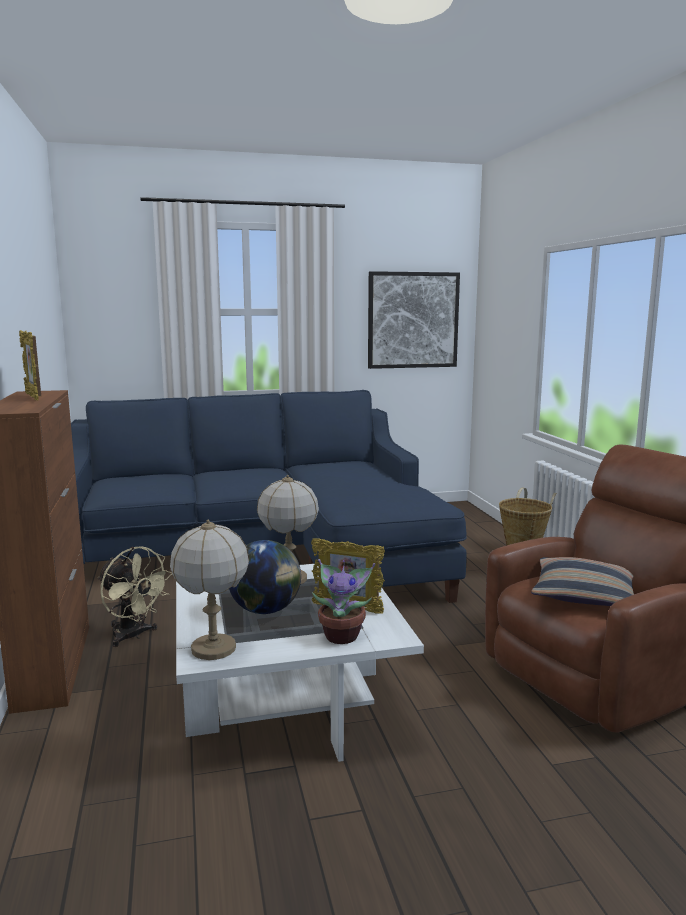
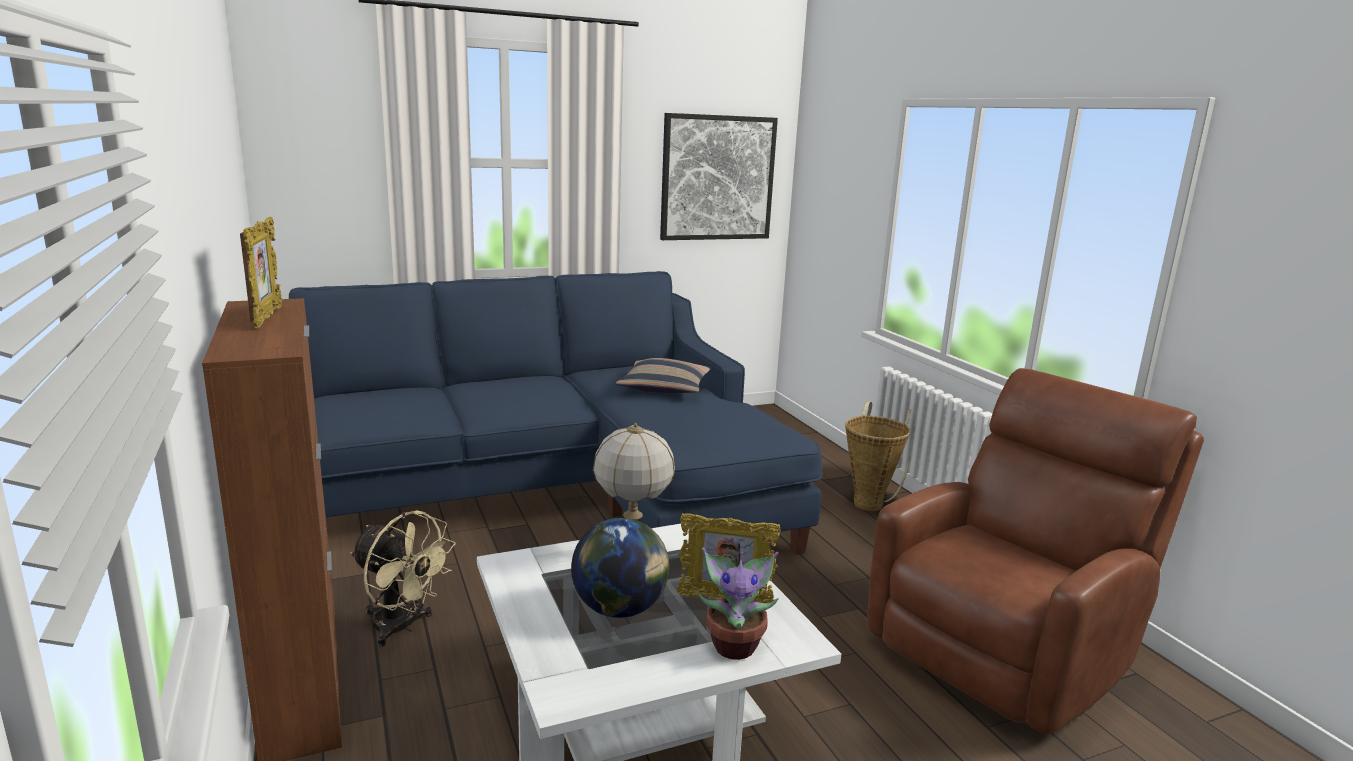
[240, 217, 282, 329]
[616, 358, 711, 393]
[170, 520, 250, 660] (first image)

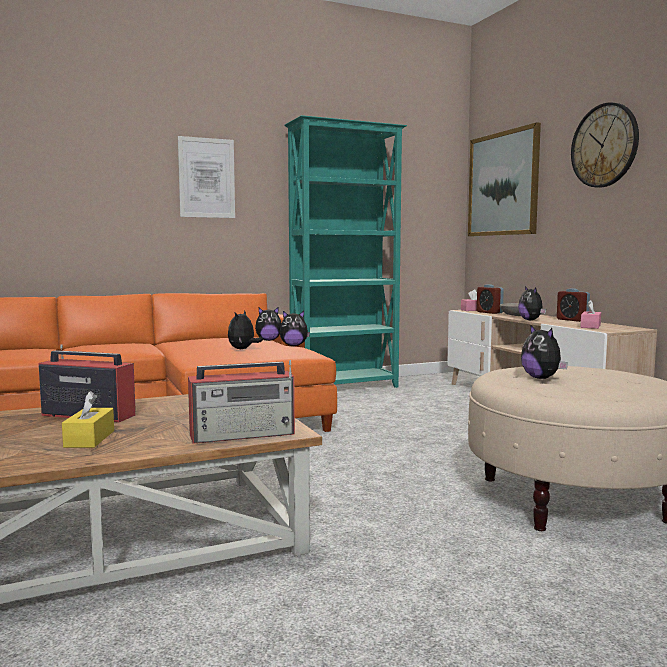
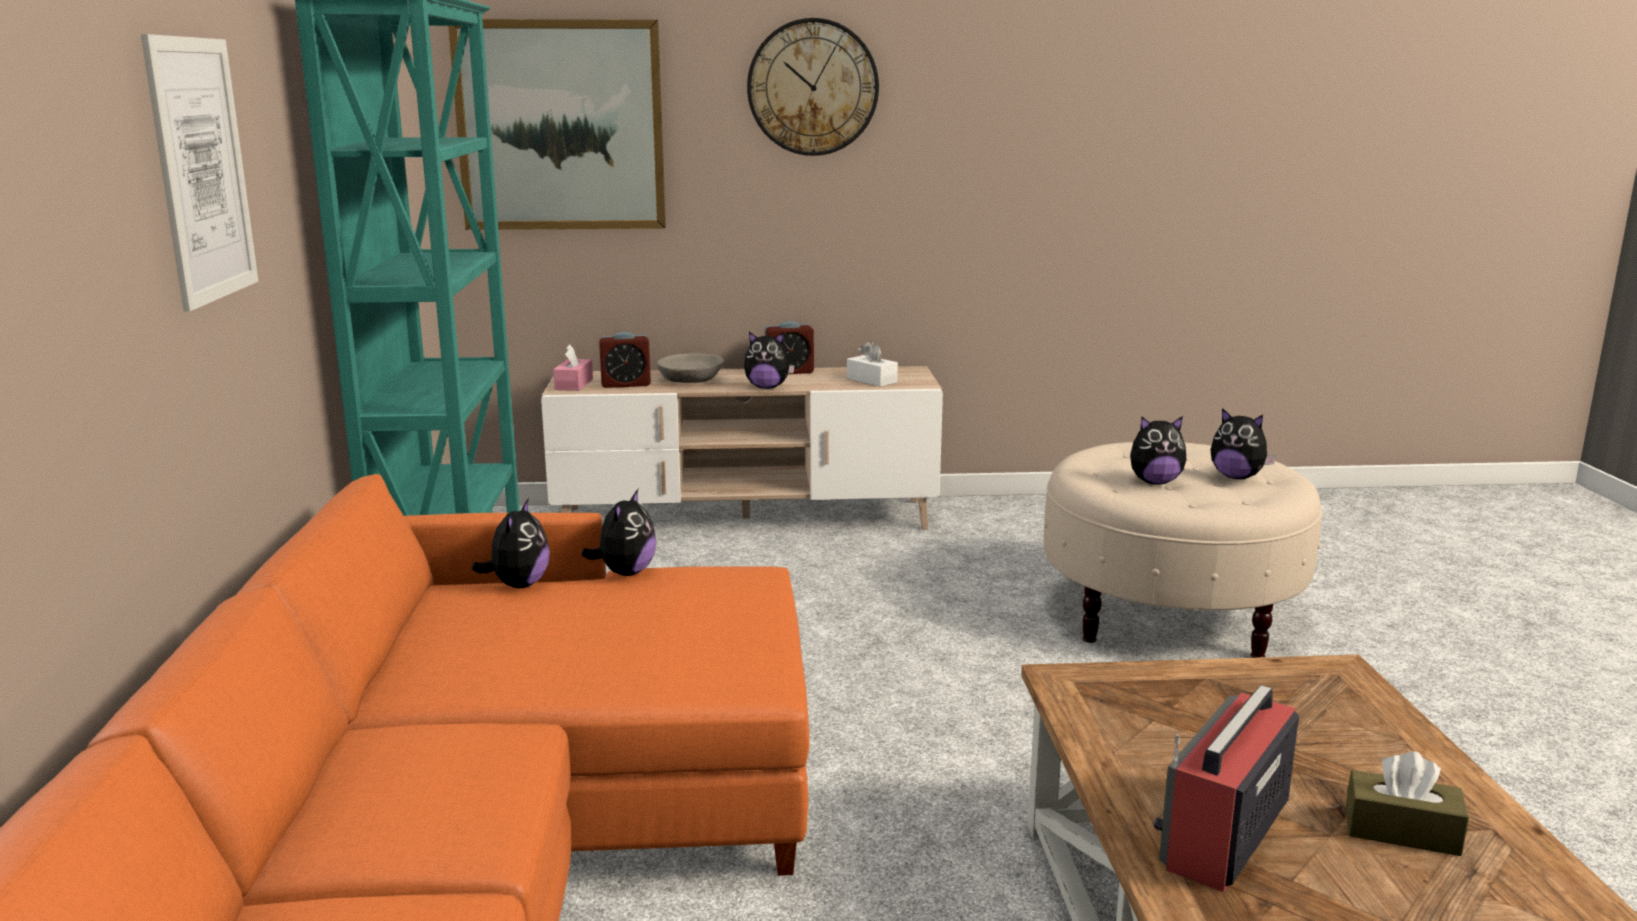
[847, 341, 898, 387]
[1211, 408, 1276, 479]
[1346, 752, 1469, 856]
[188, 360, 295, 444] (first image)

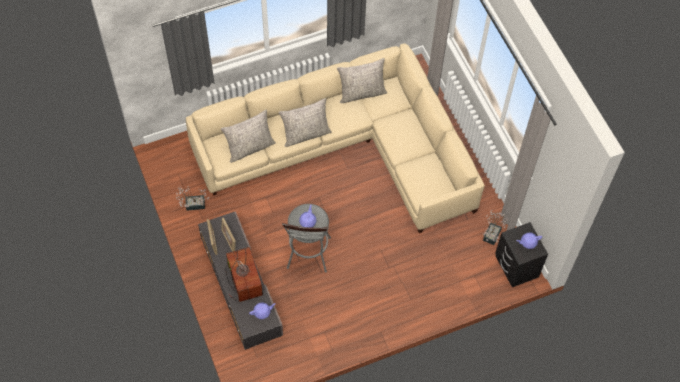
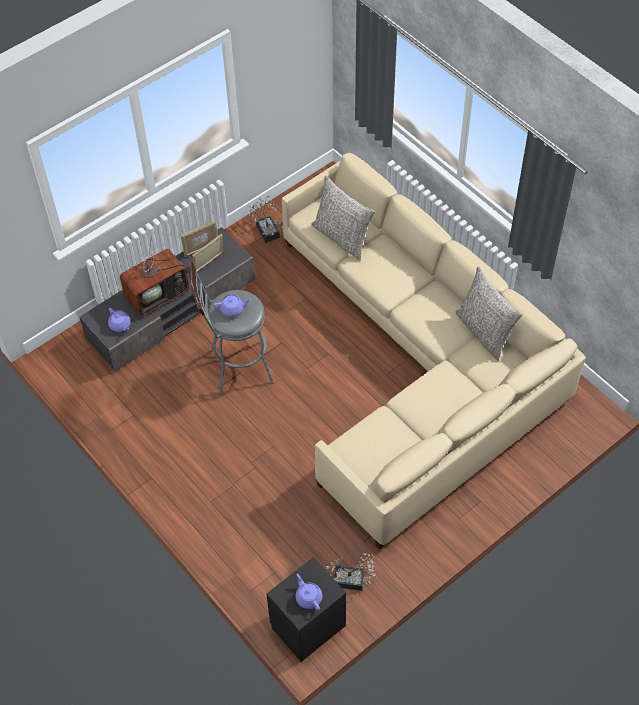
[279, 98, 332, 147] (first image)

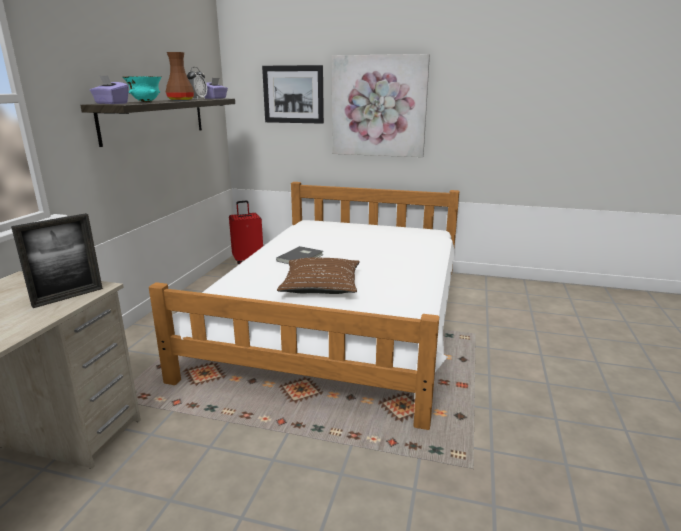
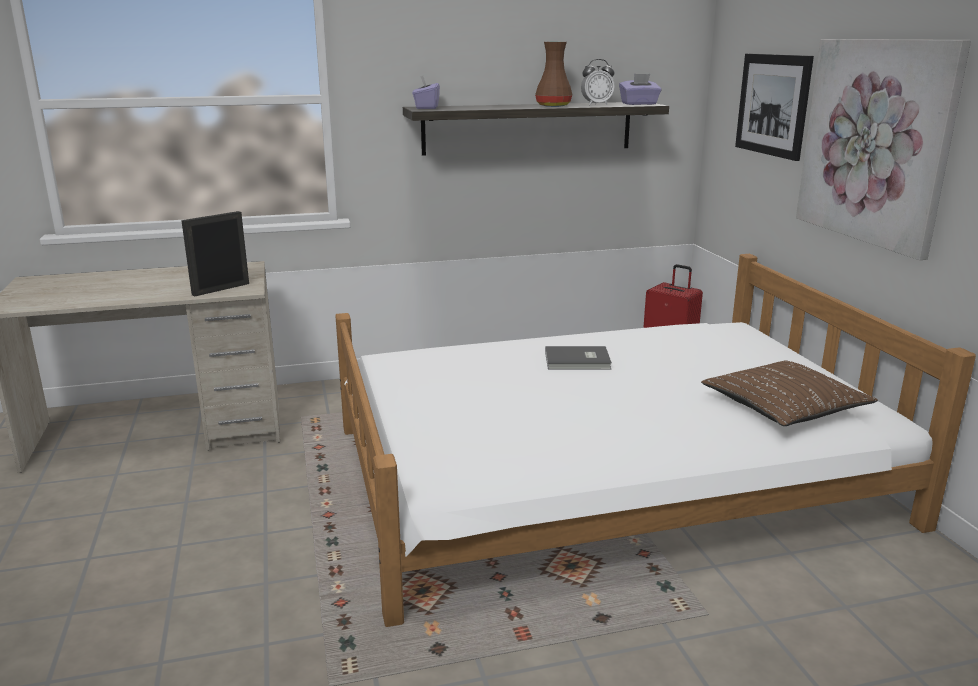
[181, 211, 249, 297]
[701, 360, 878, 426]
[122, 76, 161, 102] (first image)

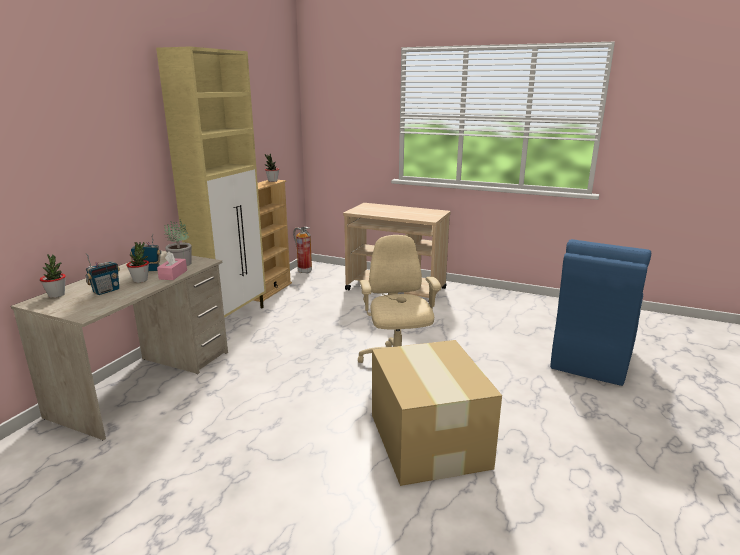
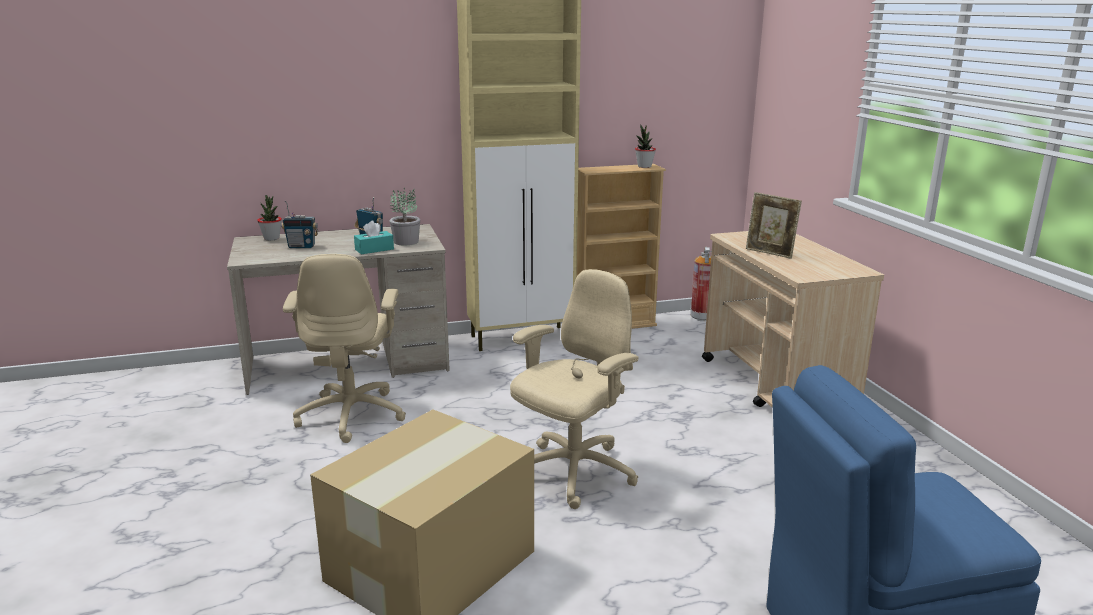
[283, 254, 406, 443]
[354, 221, 394, 254]
[746, 192, 802, 259]
[126, 242, 149, 283] (first image)

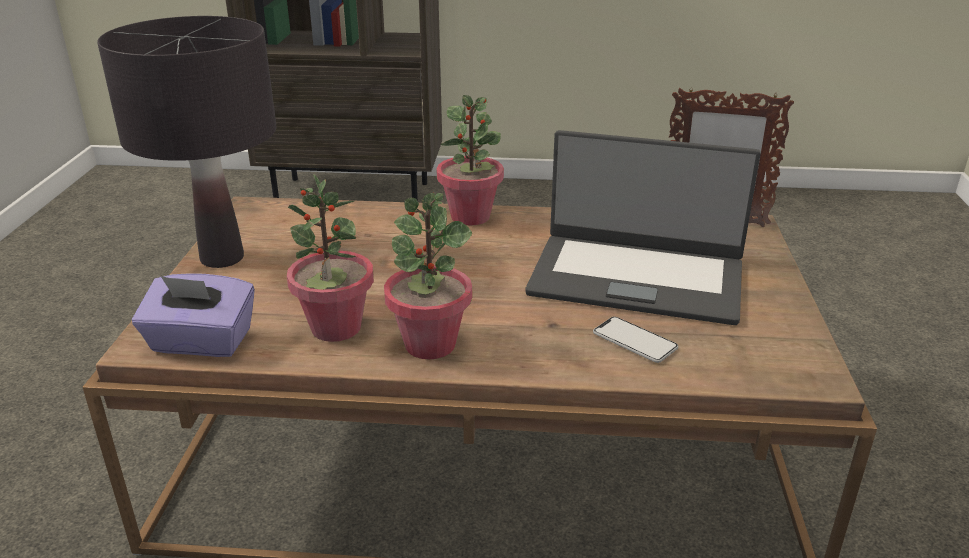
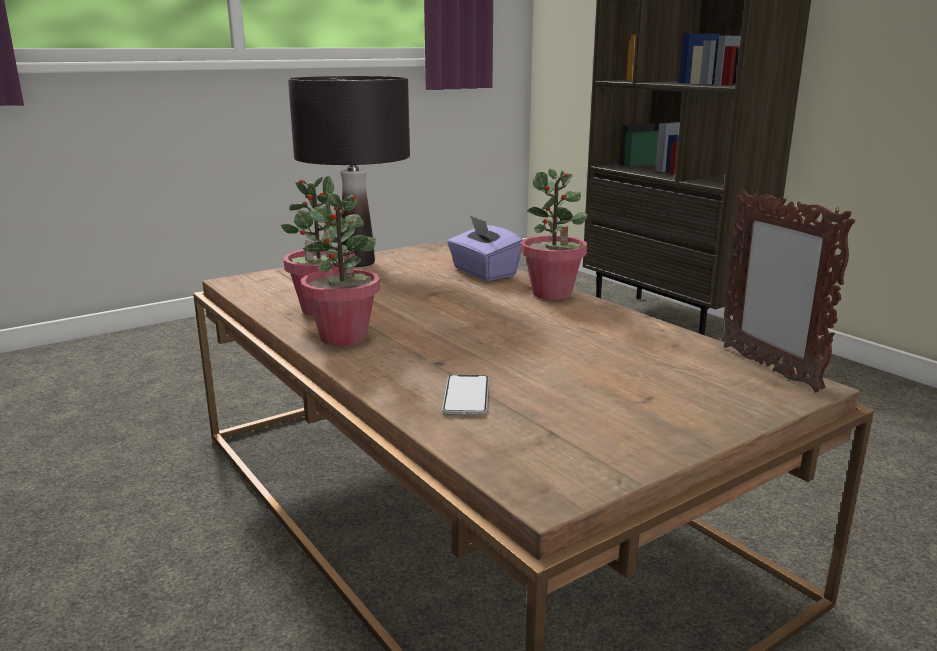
[447, 215, 523, 281]
[525, 130, 761, 325] (first image)

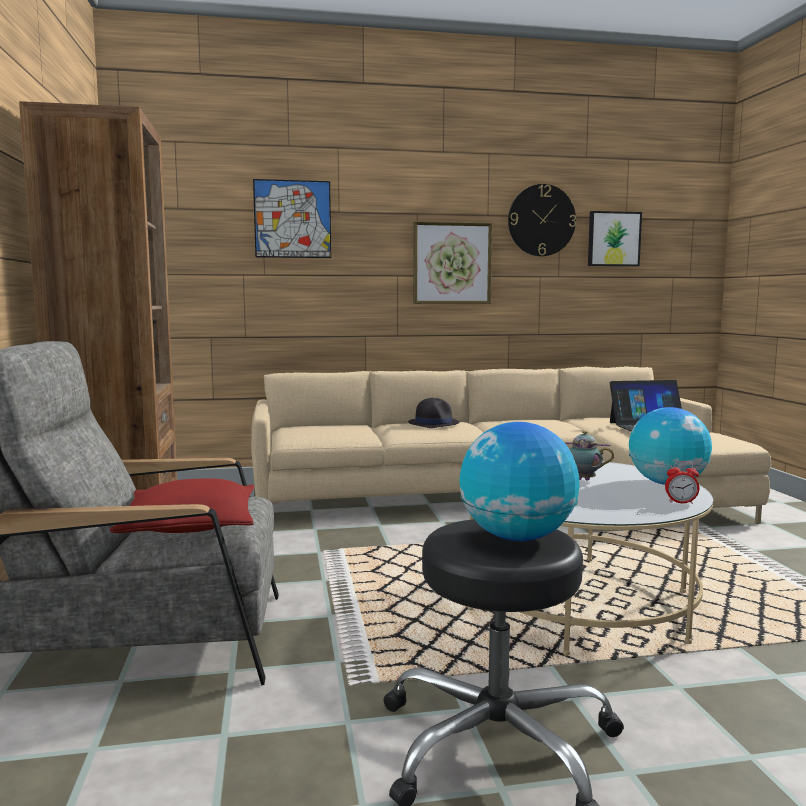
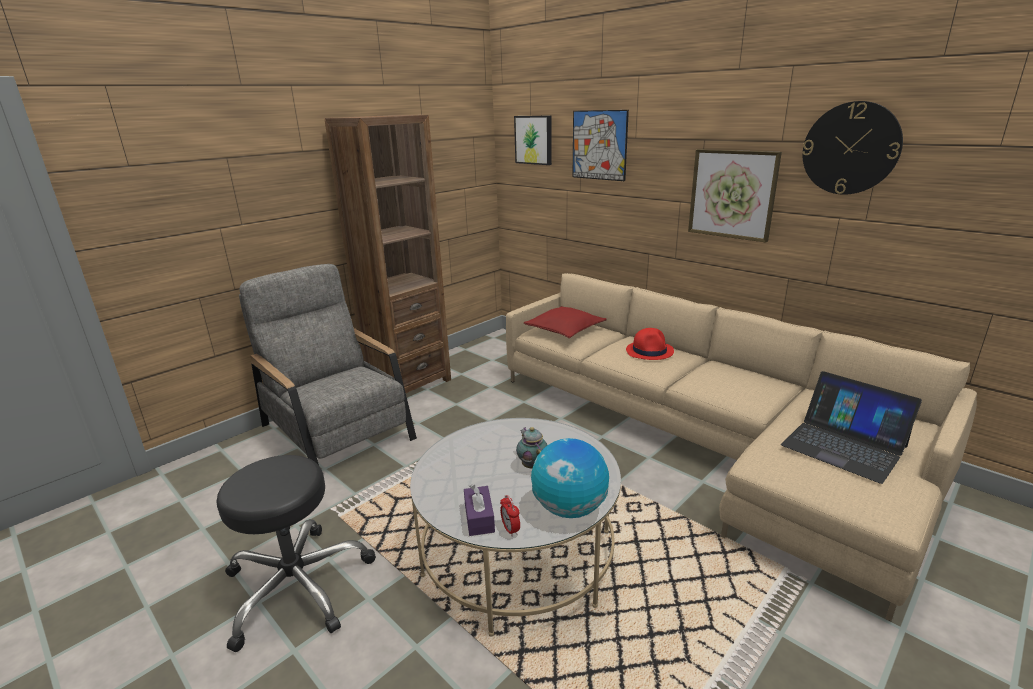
[464, 484, 495, 536]
[514, 116, 552, 165]
[524, 306, 607, 338]
[626, 328, 674, 360]
[459, 422, 580, 541] (first image)

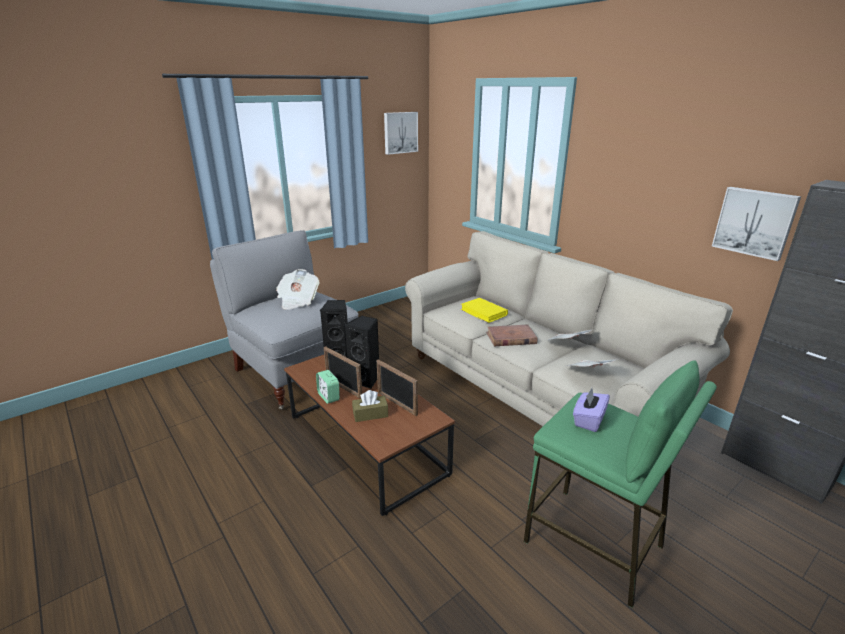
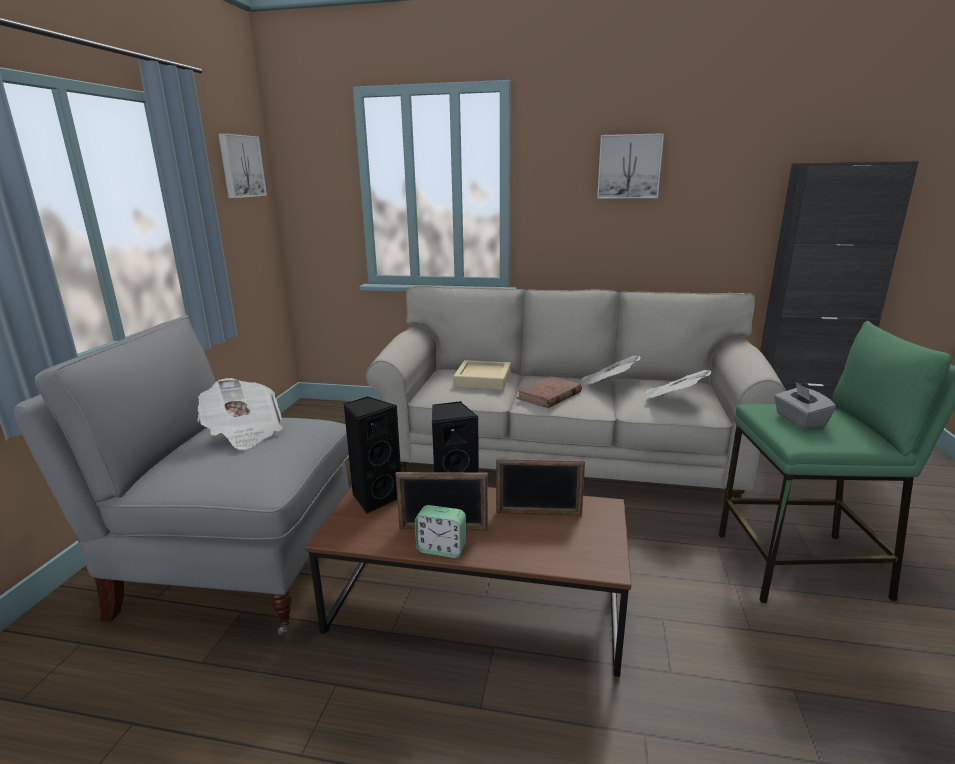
[453, 360, 511, 390]
[597, 133, 664, 199]
[774, 382, 836, 429]
[352, 390, 388, 422] (first image)

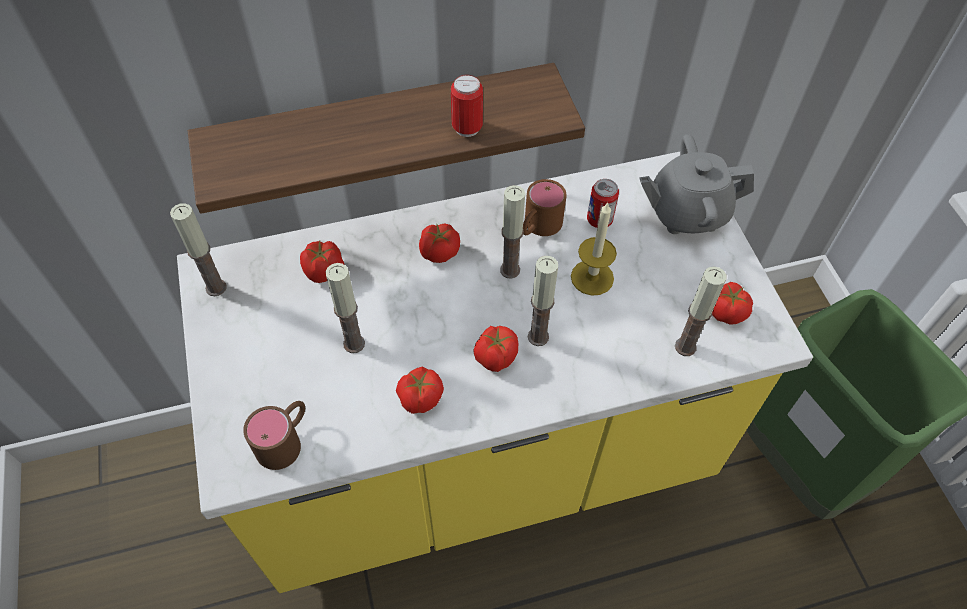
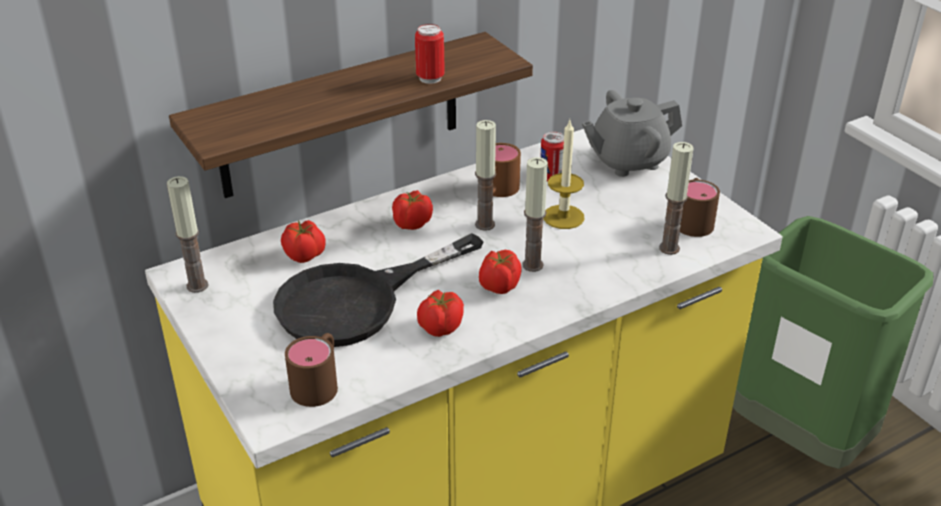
[273, 233, 483, 347]
[680, 178, 720, 237]

